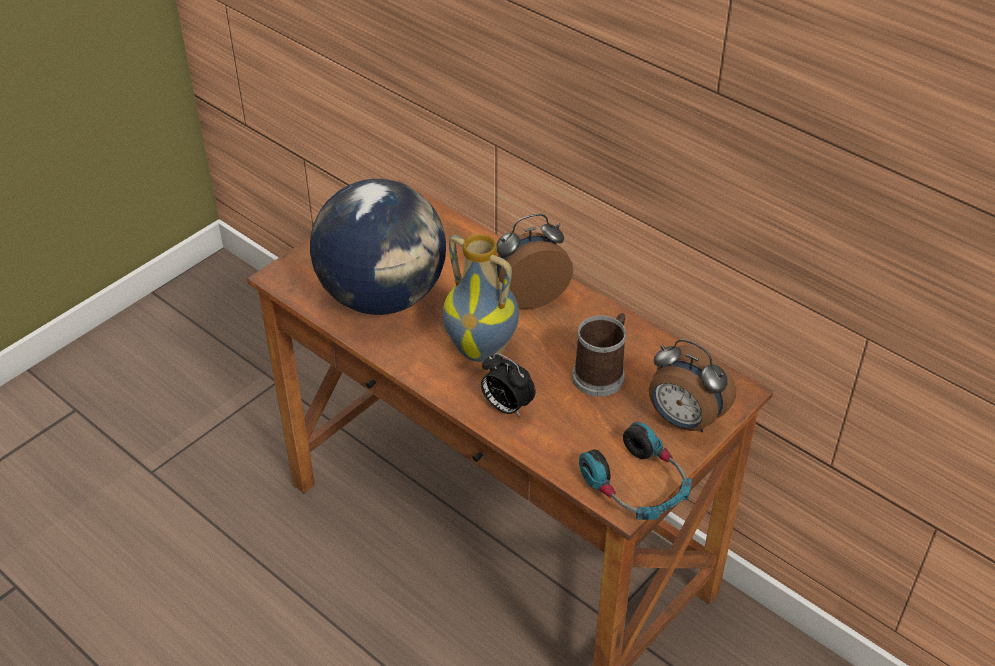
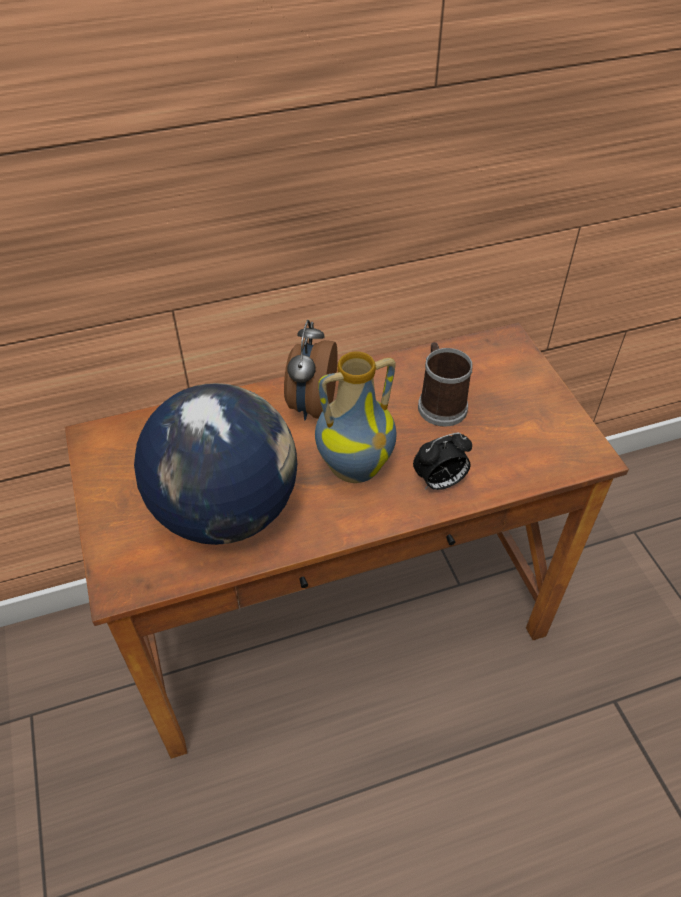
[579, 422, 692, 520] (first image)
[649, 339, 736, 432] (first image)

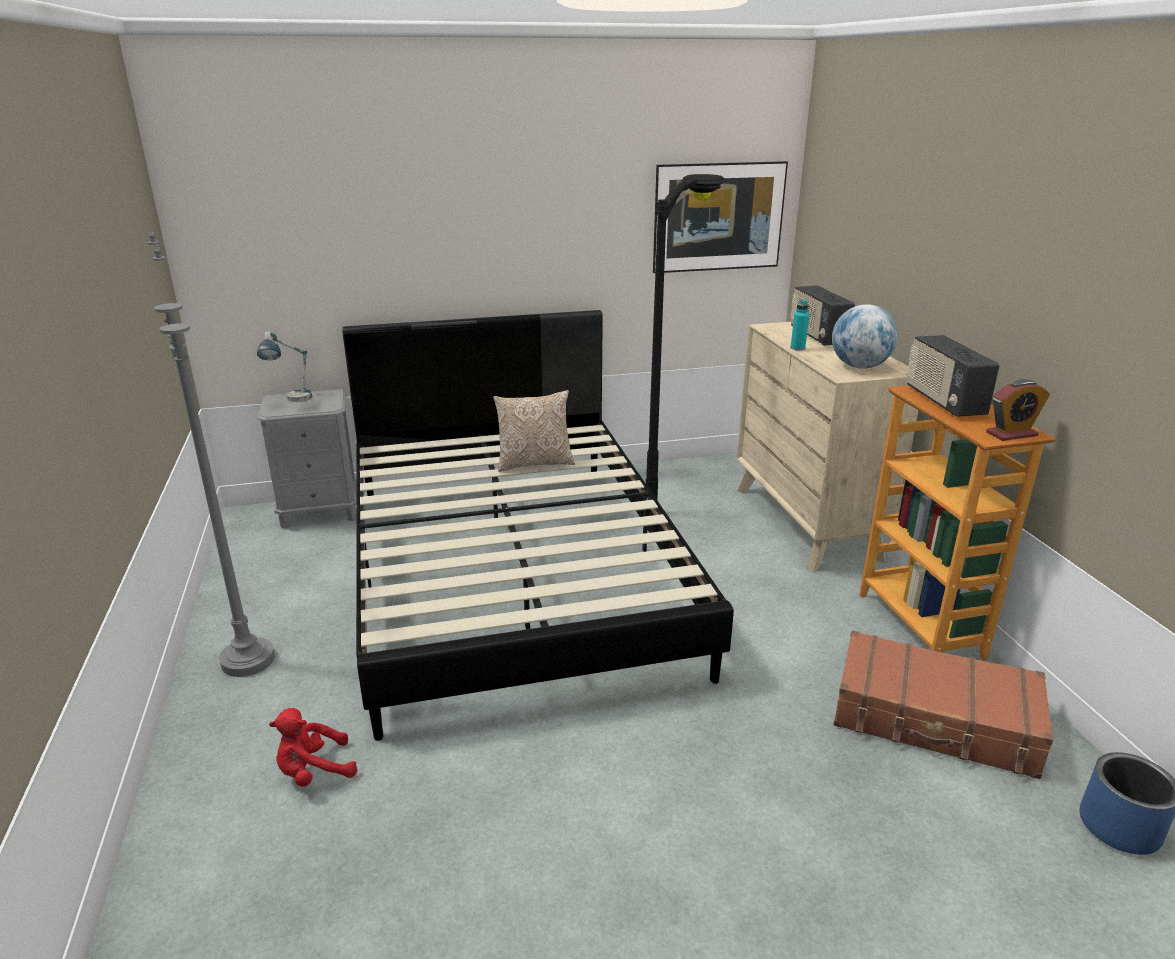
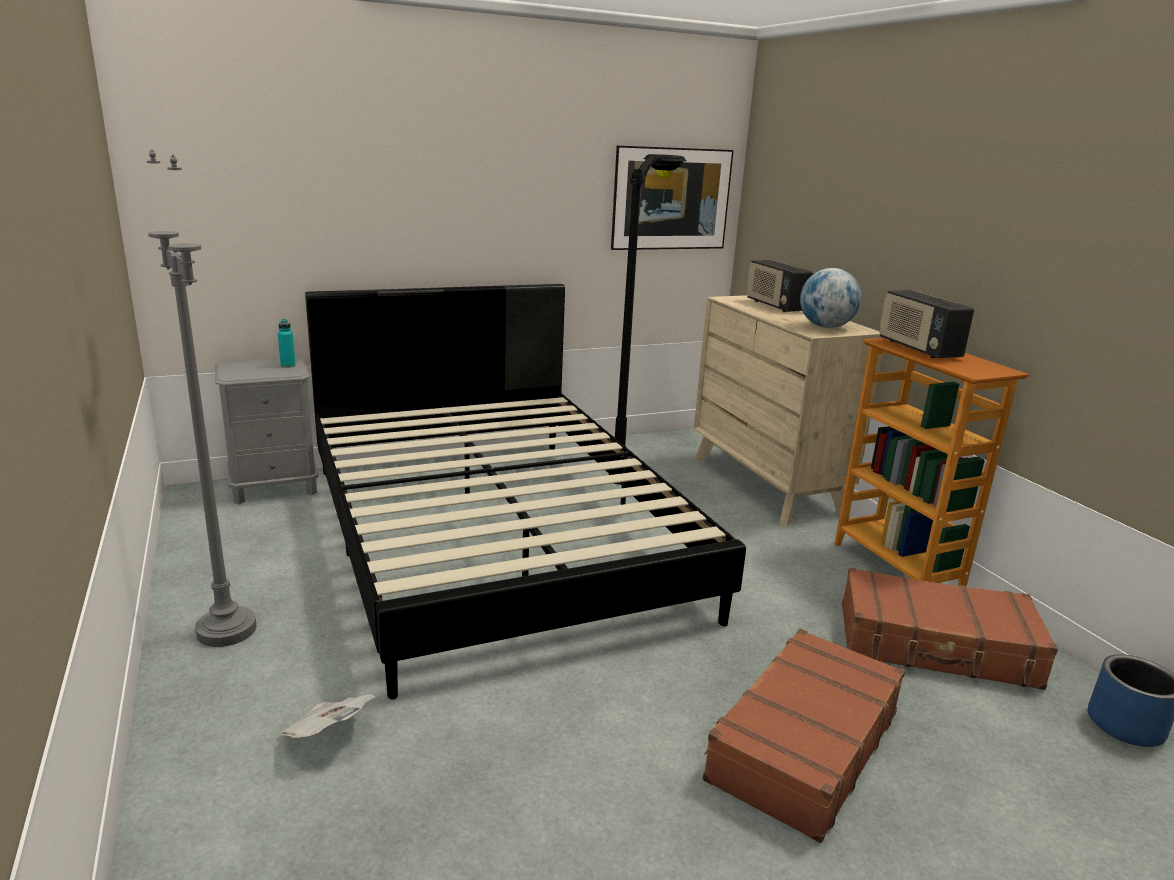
[278, 319, 296, 368]
[281, 694, 376, 738]
[703, 629, 905, 843]
[257, 331, 312, 402] (first image)
[493, 390, 575, 472] (first image)
[986, 379, 1050, 441] (first image)

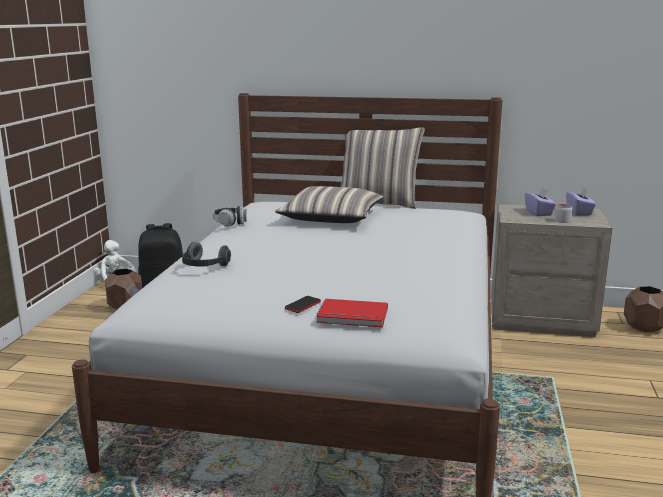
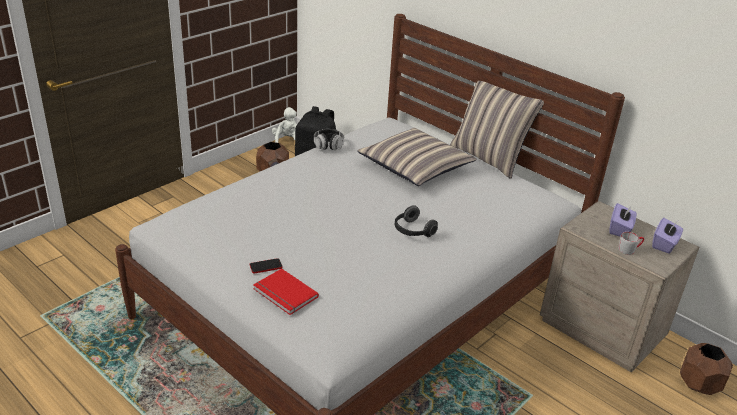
[395, 205, 438, 237]

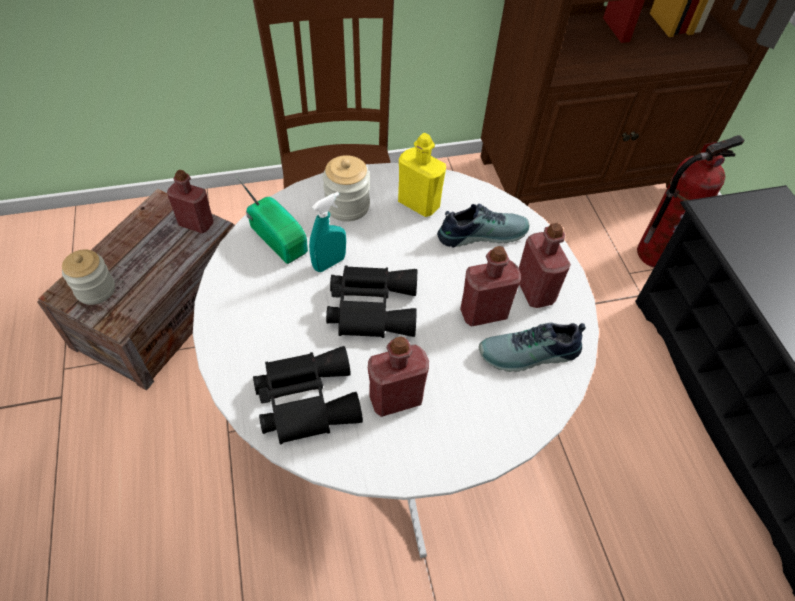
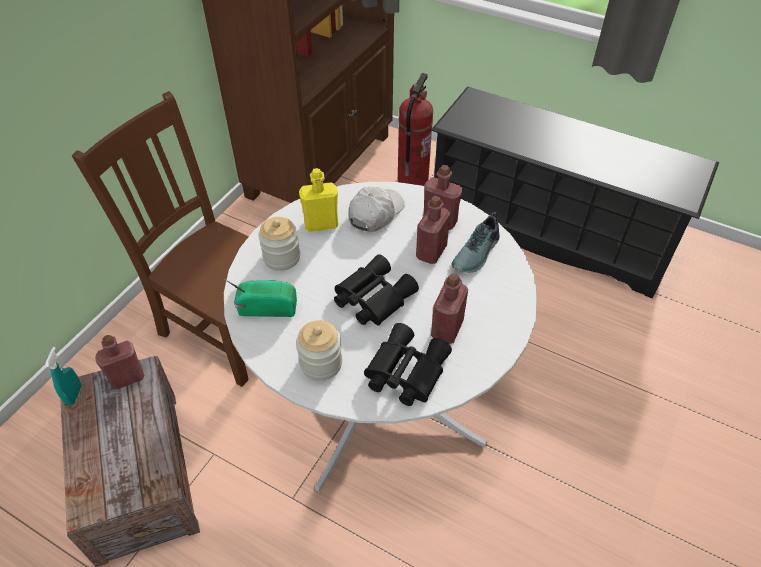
[45, 347, 82, 406]
[296, 320, 342, 381]
[349, 187, 405, 232]

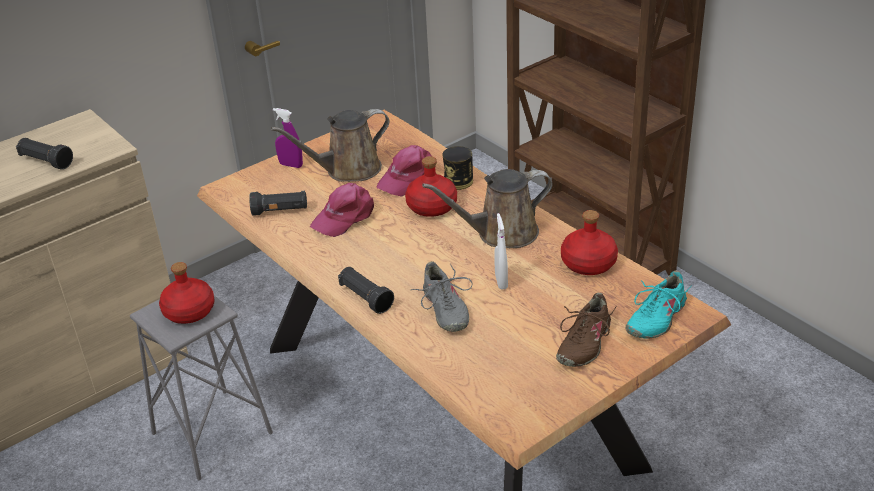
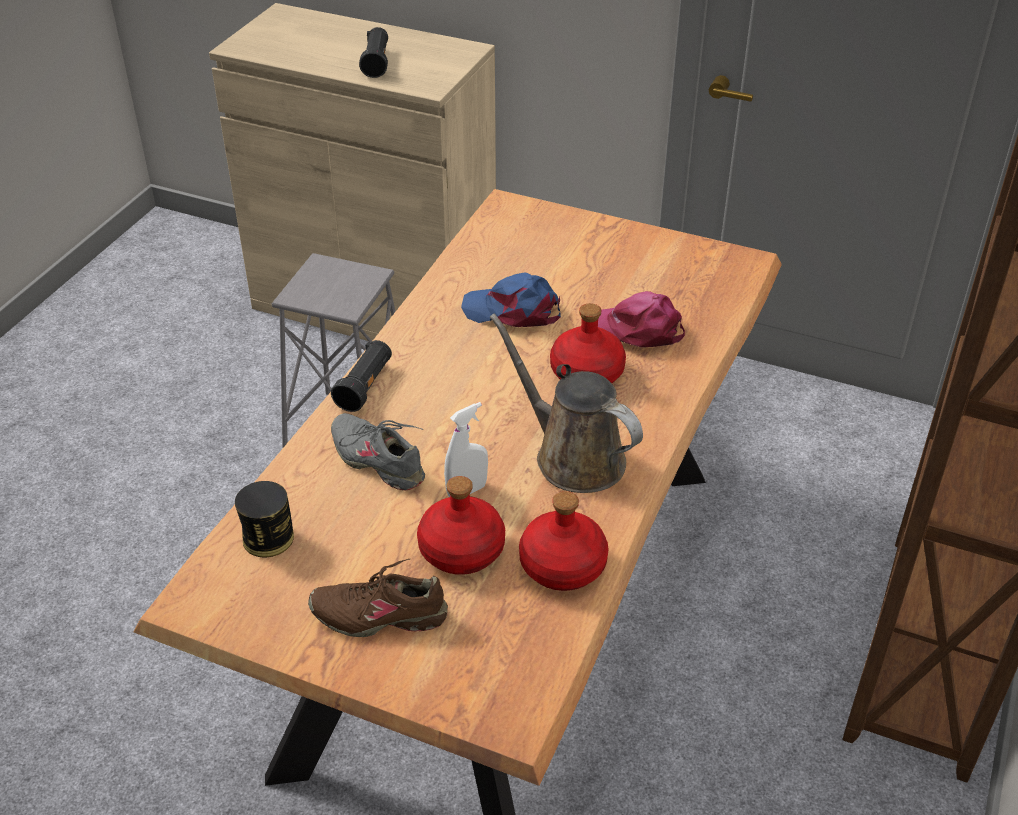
[235, 481, 294, 557]
[331, 413, 425, 490]
[417, 476, 505, 575]
[461, 272, 561, 327]
[249, 191, 307, 216] (first image)
[271, 109, 390, 182] (first image)
[273, 108, 303, 168] (first image)
[625, 270, 692, 339] (first image)

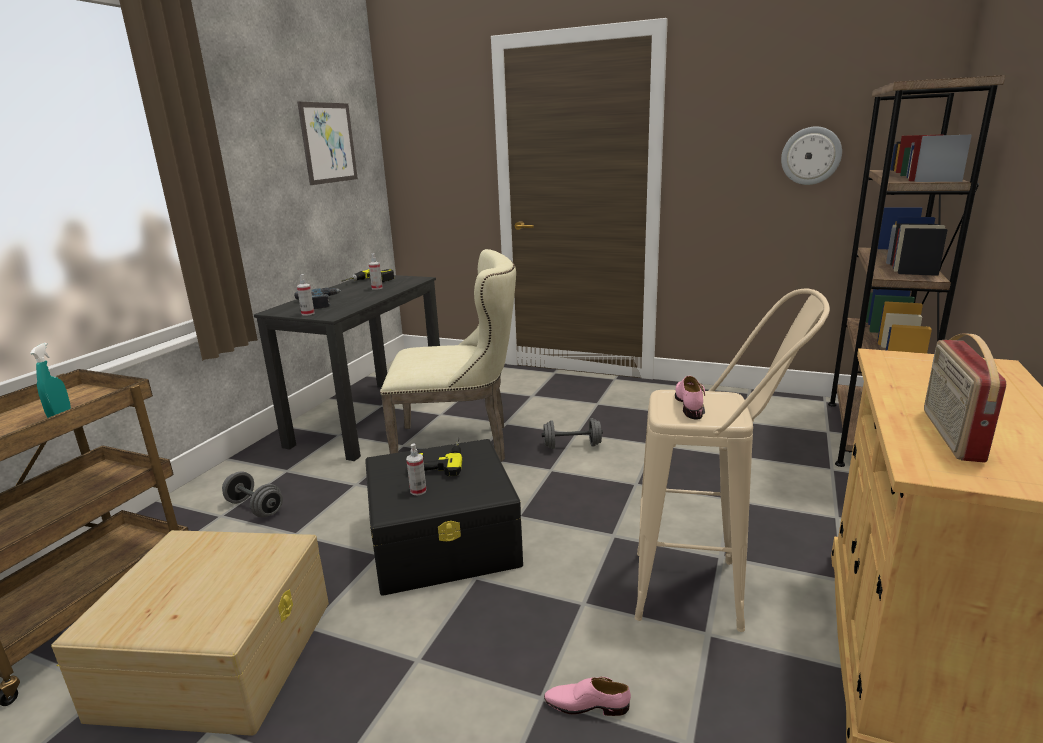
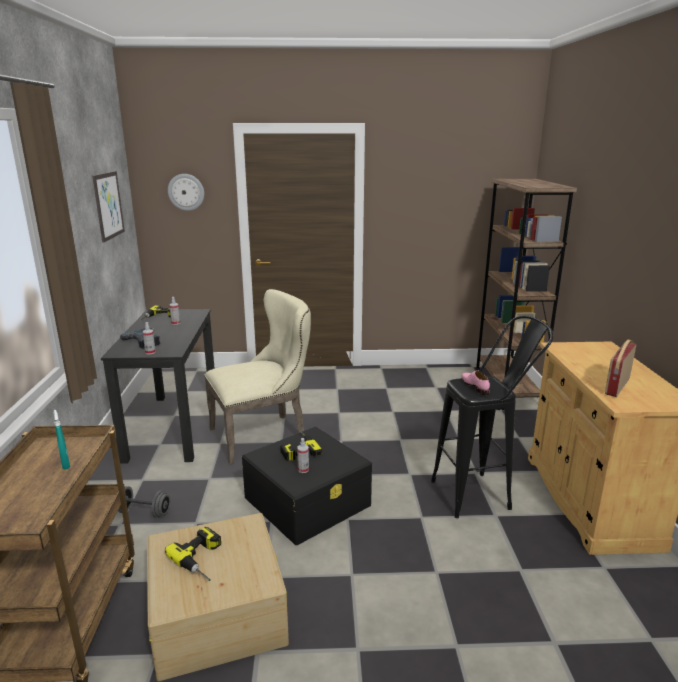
[165, 527, 221, 581]
[168, 174, 204, 211]
[431, 316, 553, 518]
[605, 340, 636, 397]
[542, 418, 603, 449] (first image)
[544, 677, 631, 716] (first image)

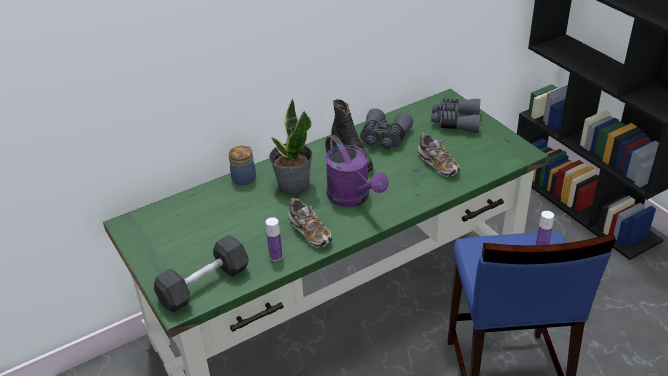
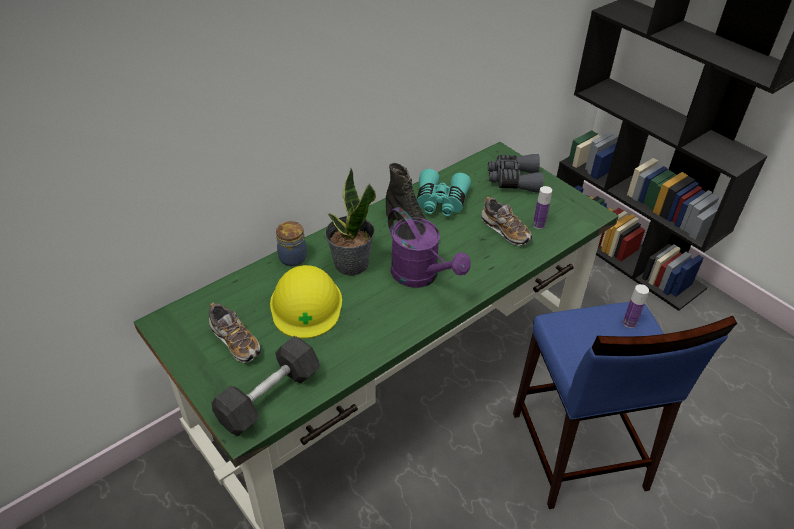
[209, 303, 261, 363]
[270, 265, 342, 339]
[417, 169, 471, 216]
[533, 186, 552, 229]

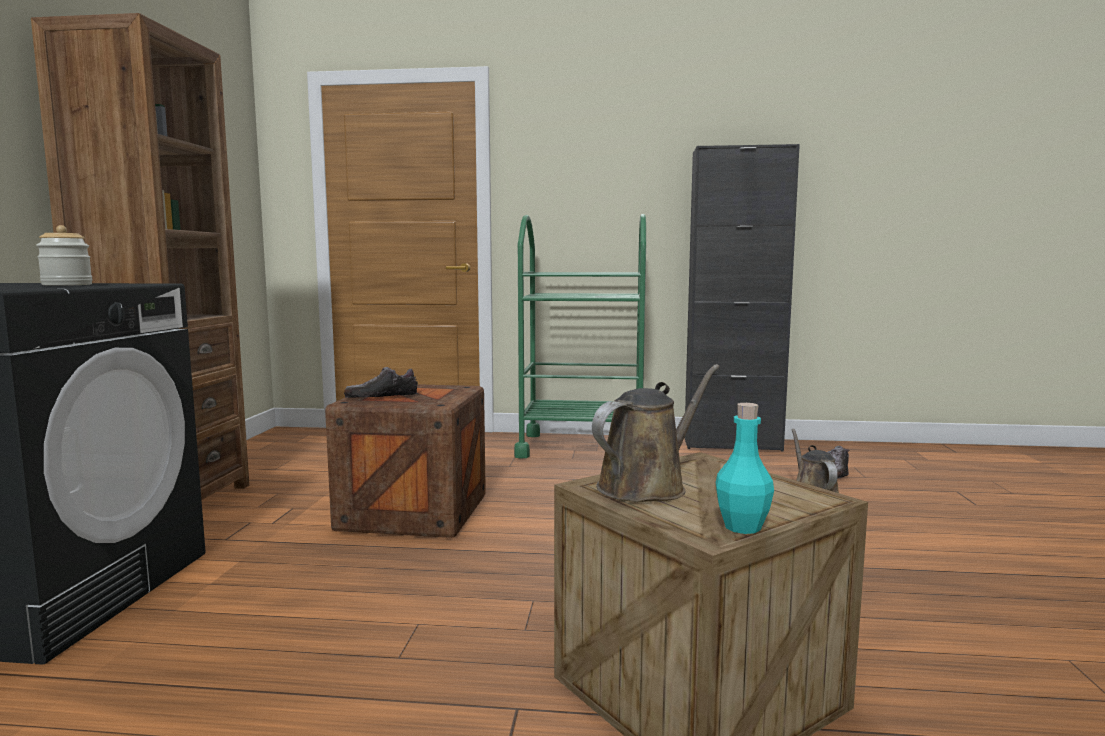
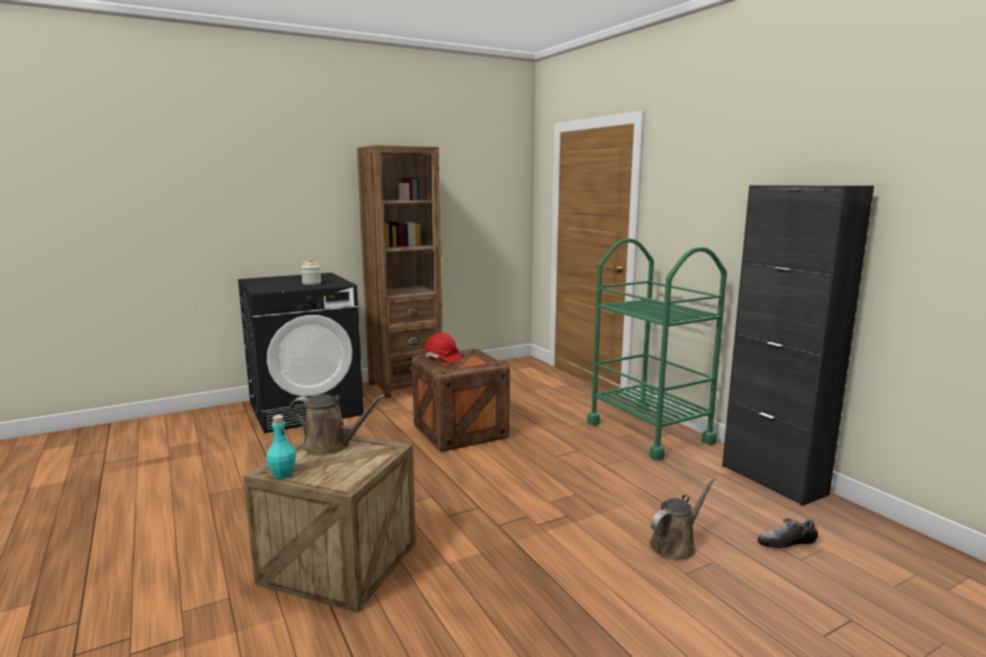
[424, 333, 462, 363]

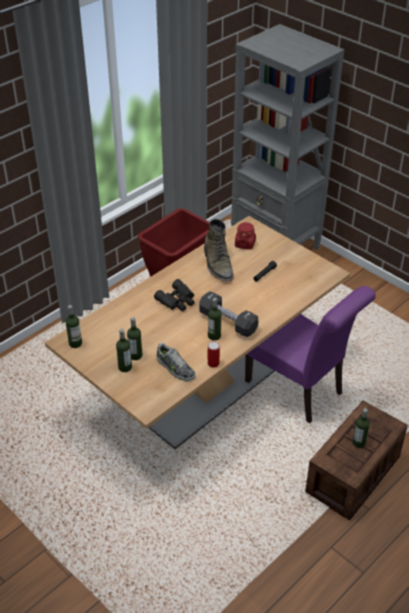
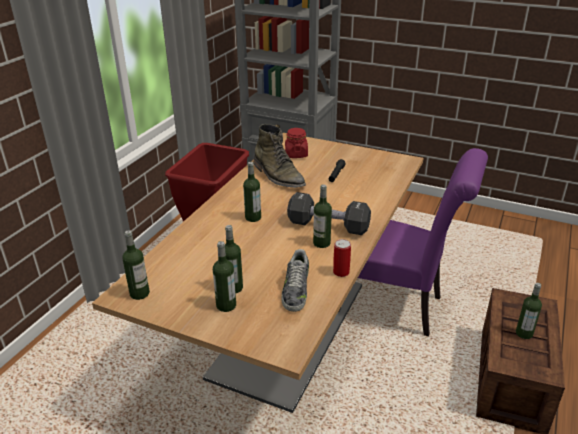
[243, 162, 261, 222]
[281, 249, 309, 312]

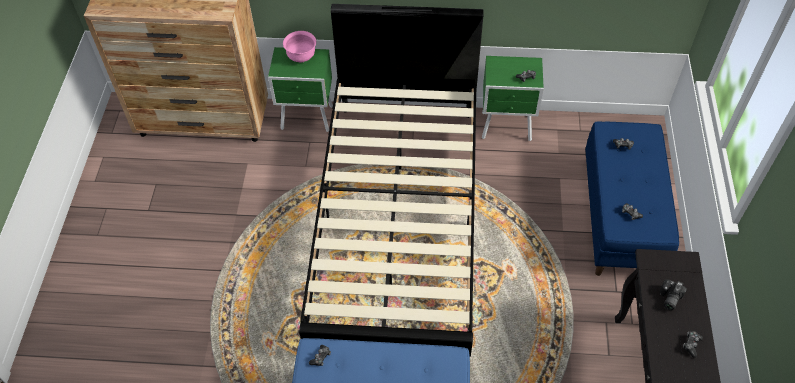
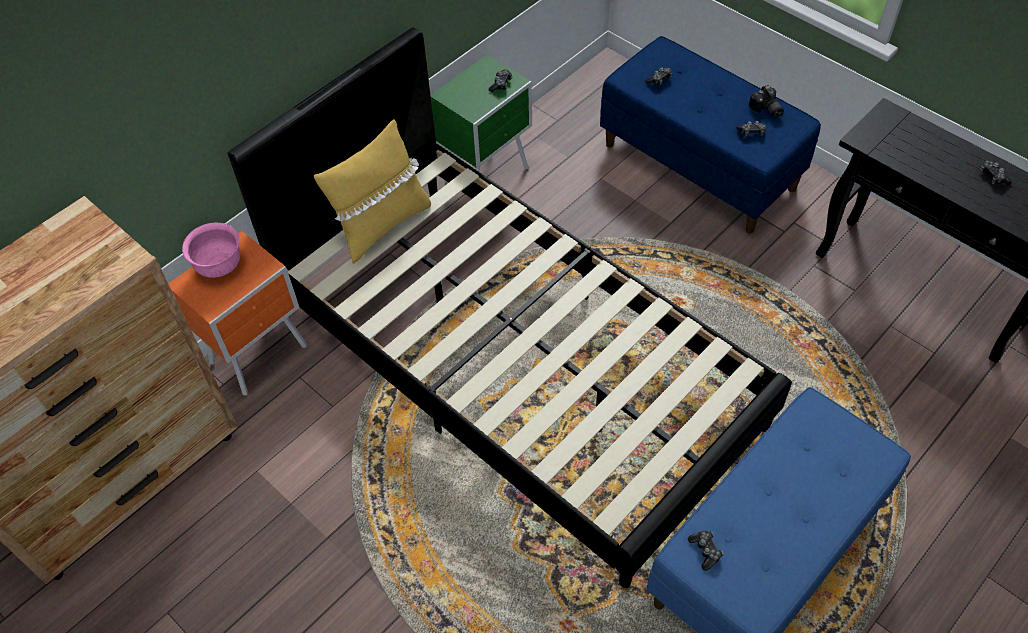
[168, 231, 307, 395]
[314, 120, 431, 264]
[749, 85, 784, 118]

